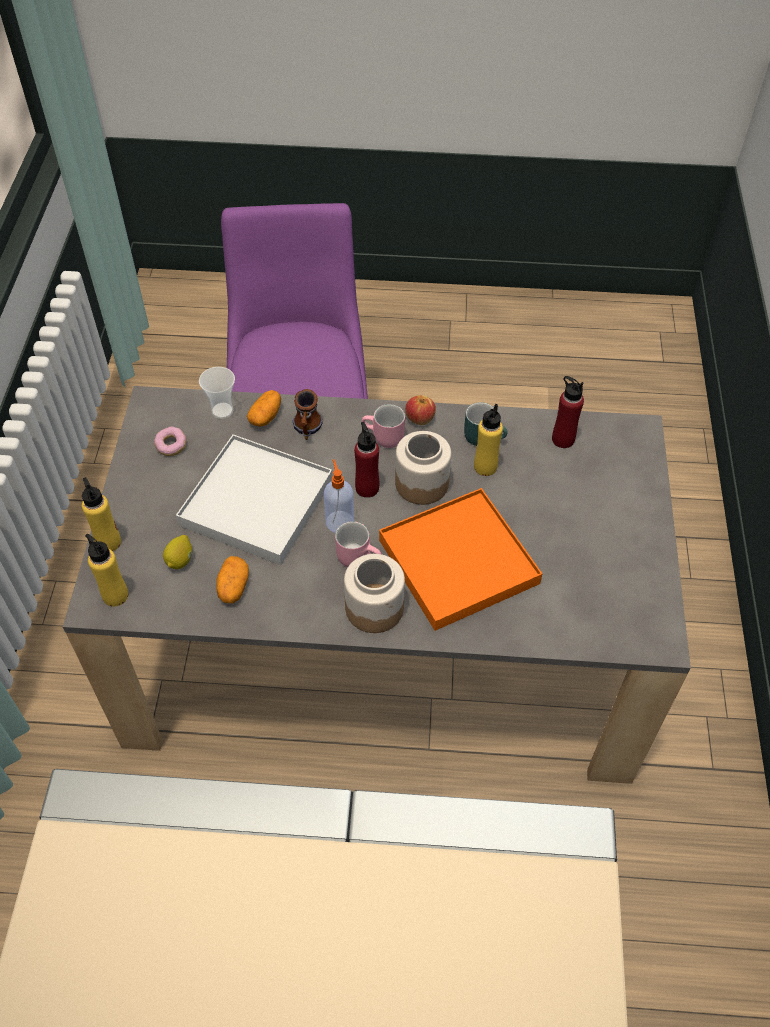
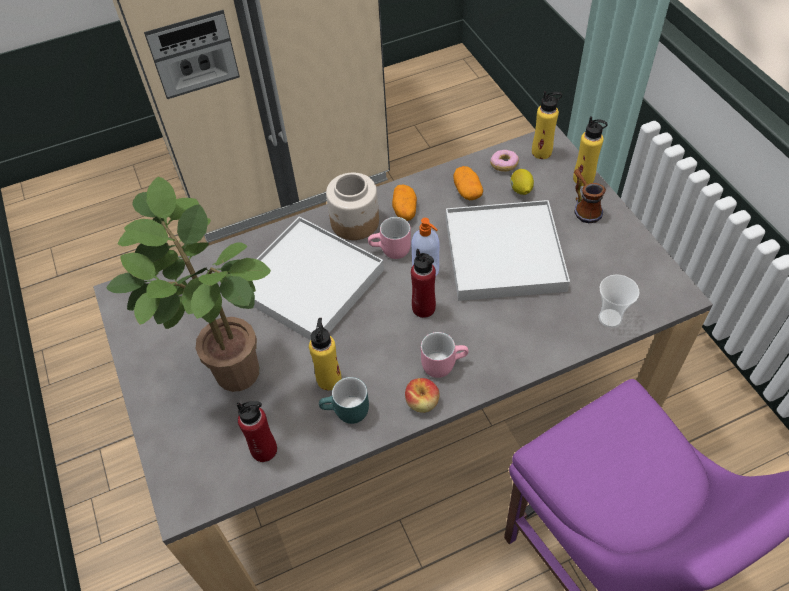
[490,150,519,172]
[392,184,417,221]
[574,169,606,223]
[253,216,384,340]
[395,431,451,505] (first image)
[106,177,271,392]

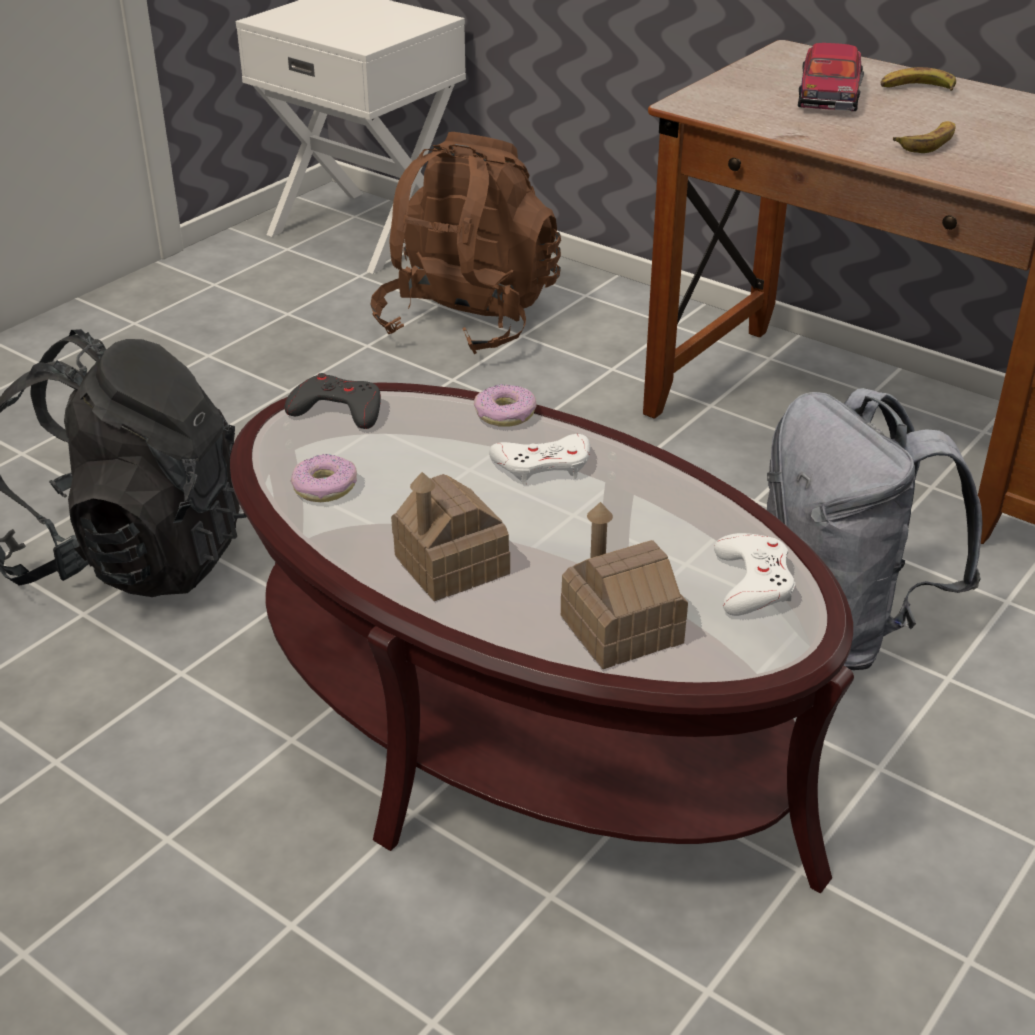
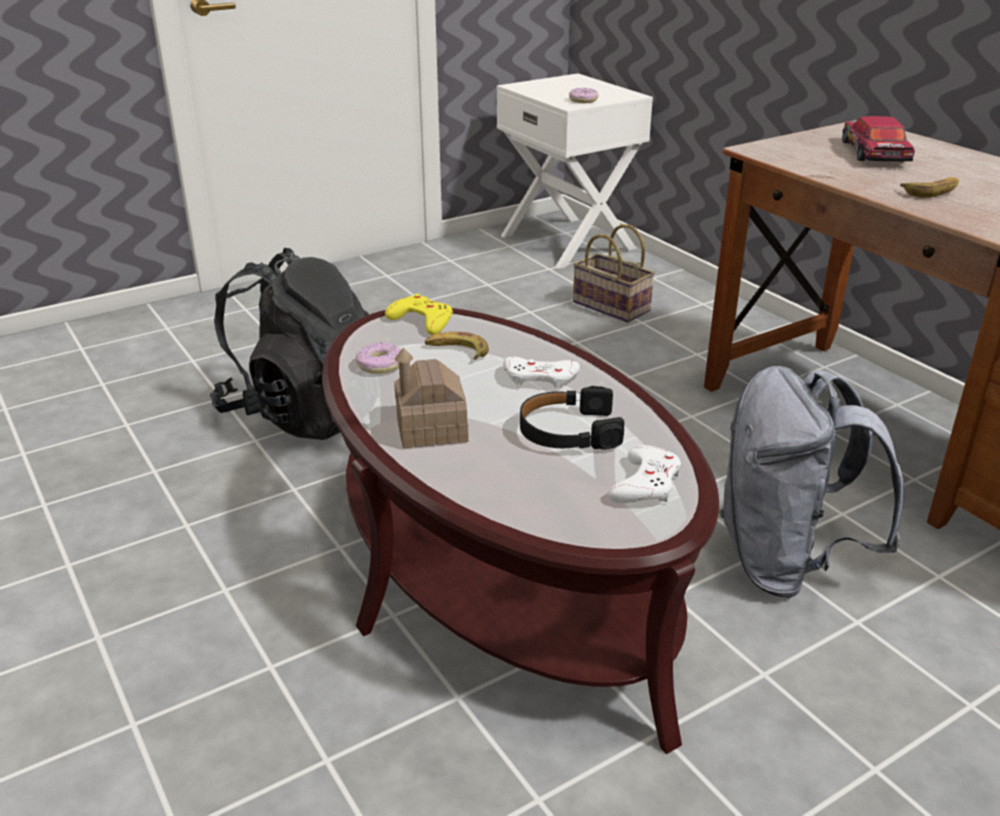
[385,294,453,335]
[573,224,655,323]
[569,88,599,103]
[561,502,688,669] (first image)
[842,116,915,162]
[425,332,489,359]
[520,386,624,450]

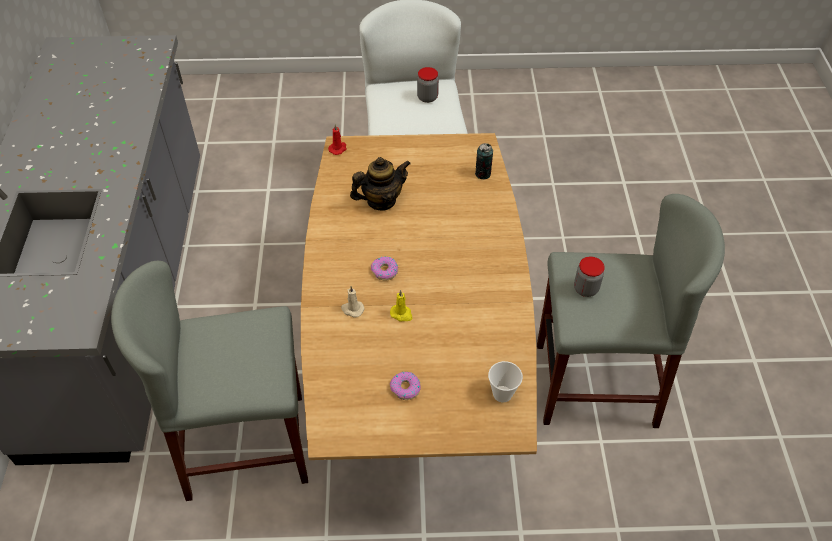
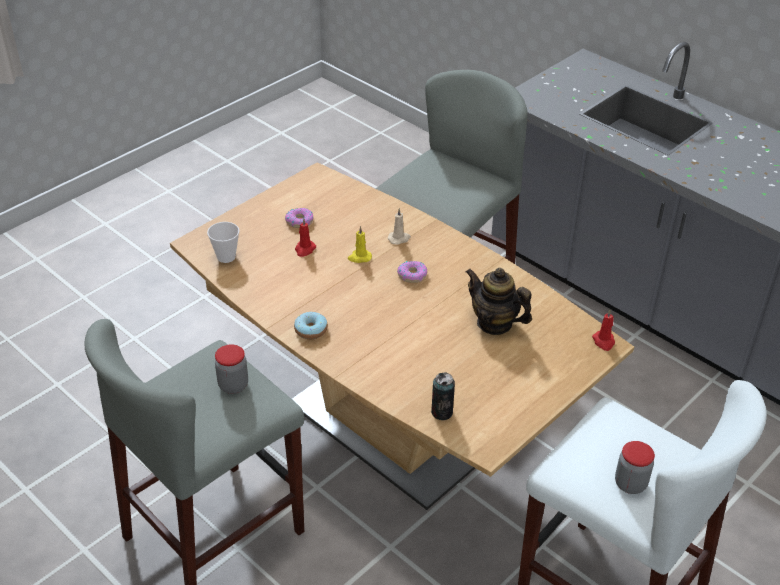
[466,268,532,335]
[294,312,328,339]
[295,218,316,257]

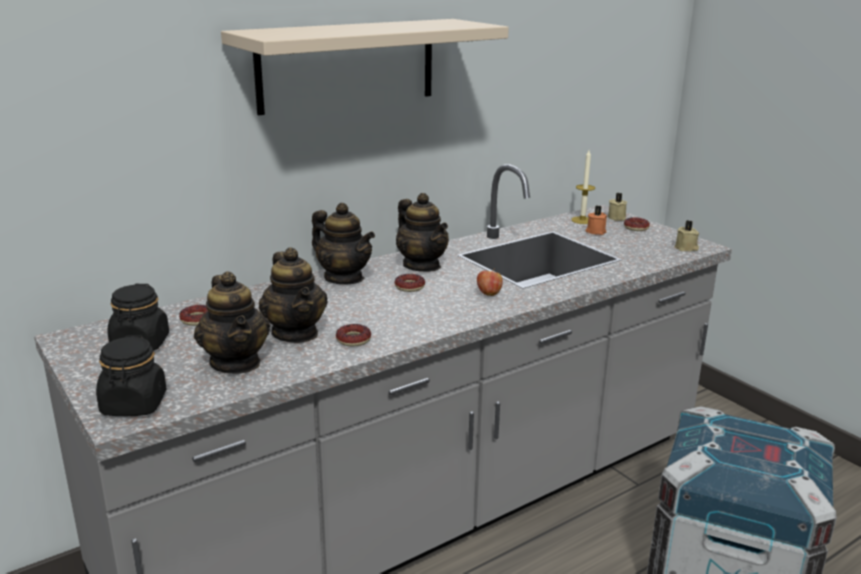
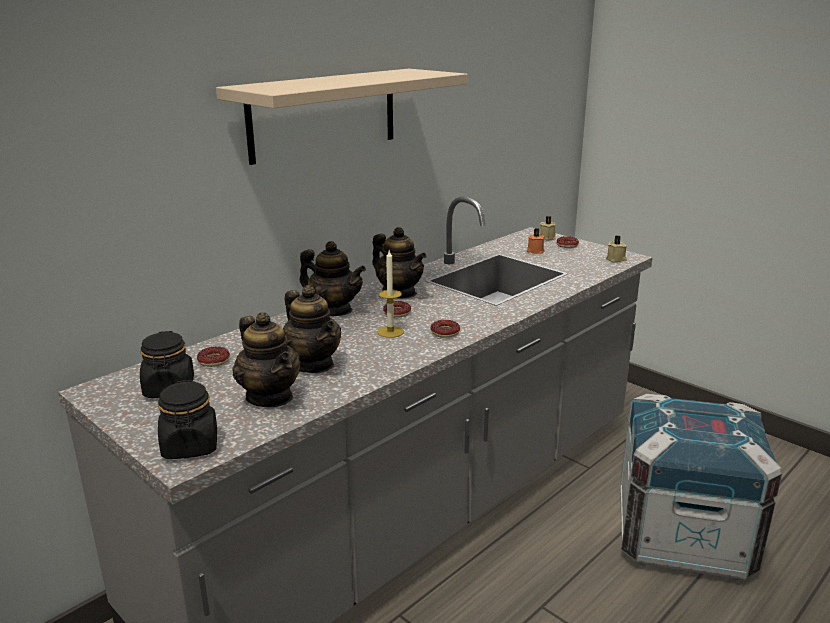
[431,320,460,338]
[477,268,503,296] (first image)
[378,250,404,338]

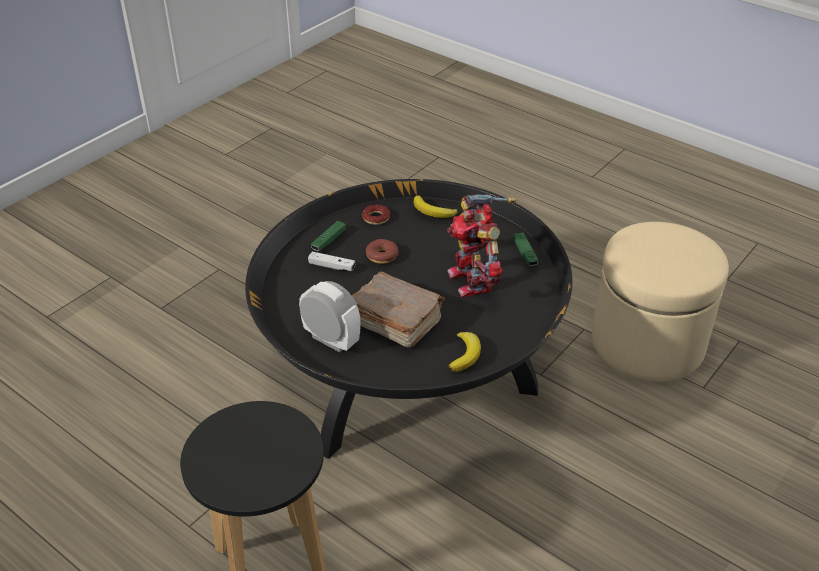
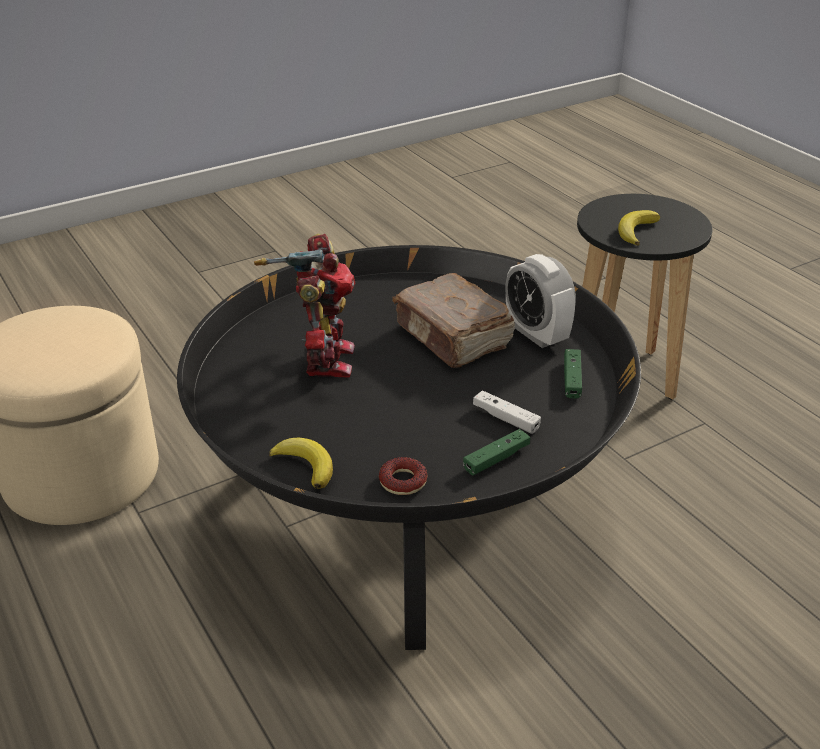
[366,239,399,264] (first image)
[618,210,660,246]
[564,349,582,399]

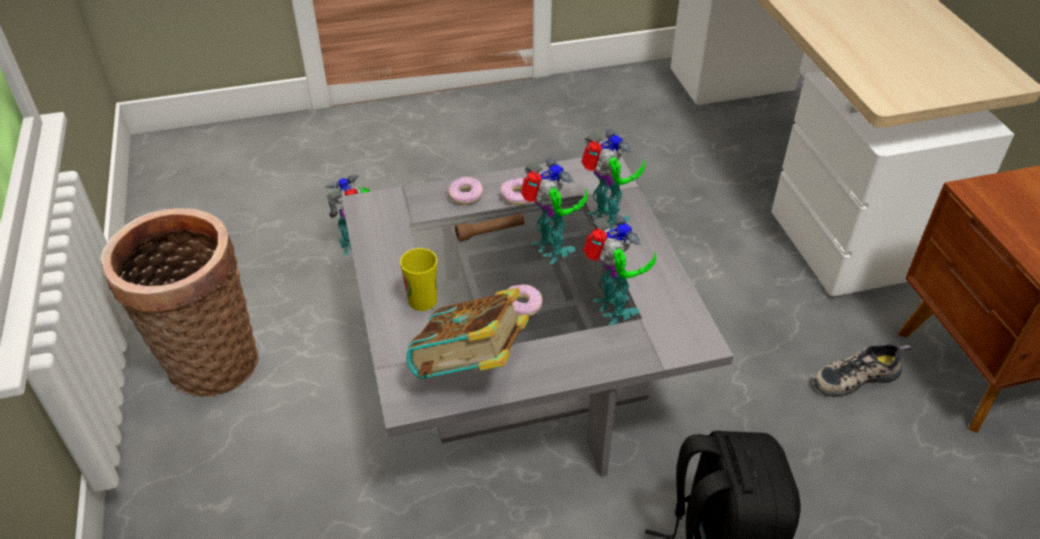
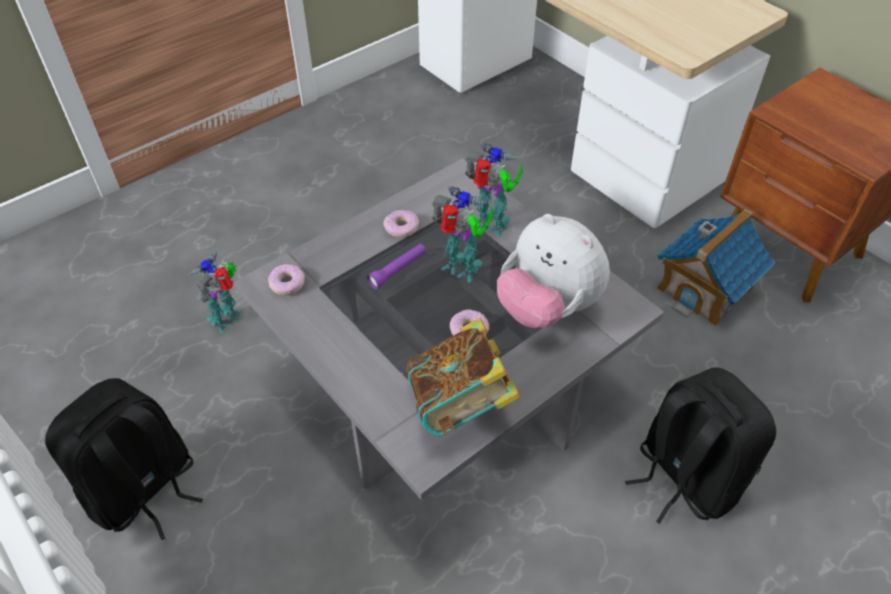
[45,378,203,540]
[400,248,437,311] (first image)
[268,264,305,295]
[367,244,426,289]
[497,214,610,328]
[656,209,775,327]

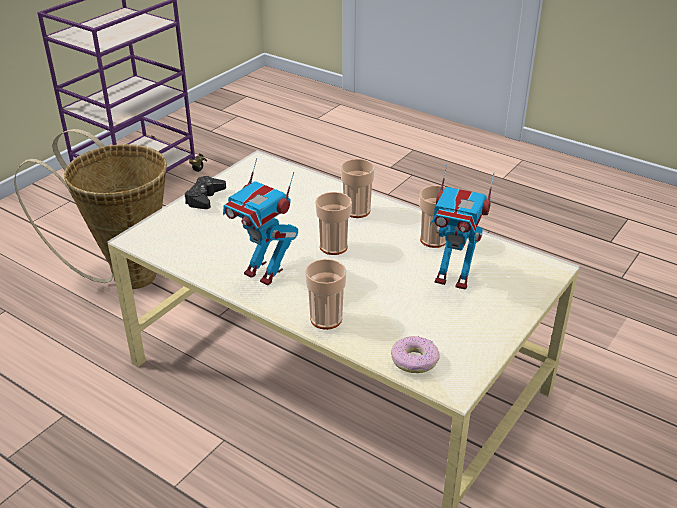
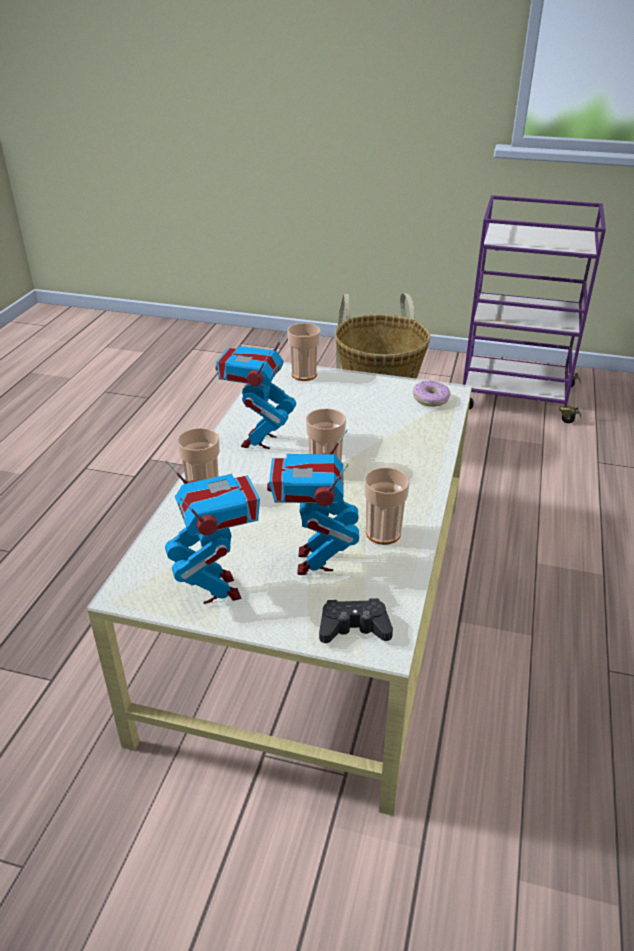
[319,598,393,643]
[287,323,320,381]
[413,381,451,407]
[165,461,260,604]

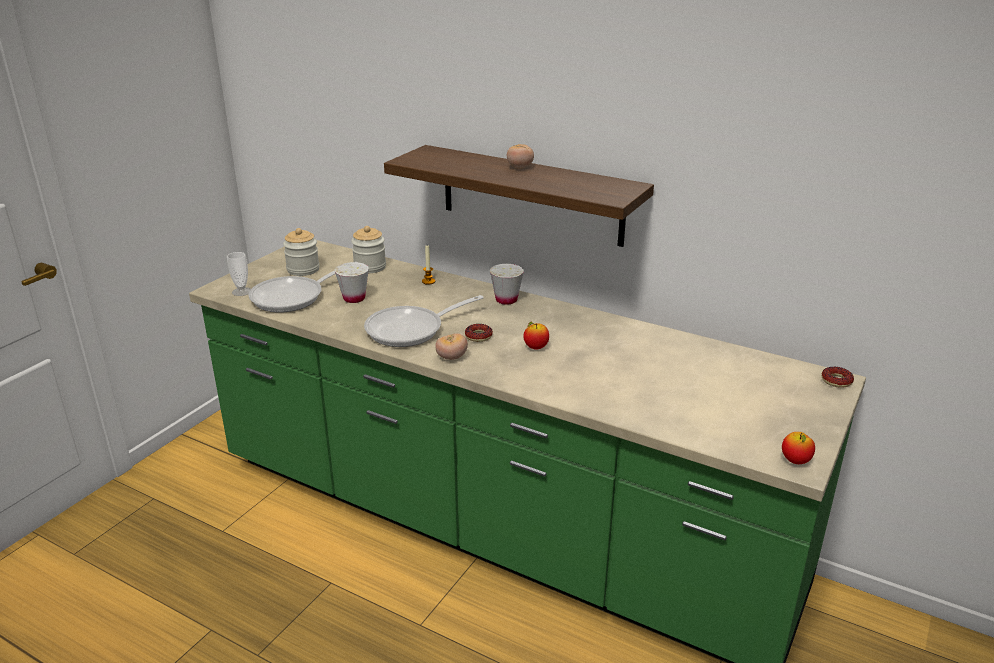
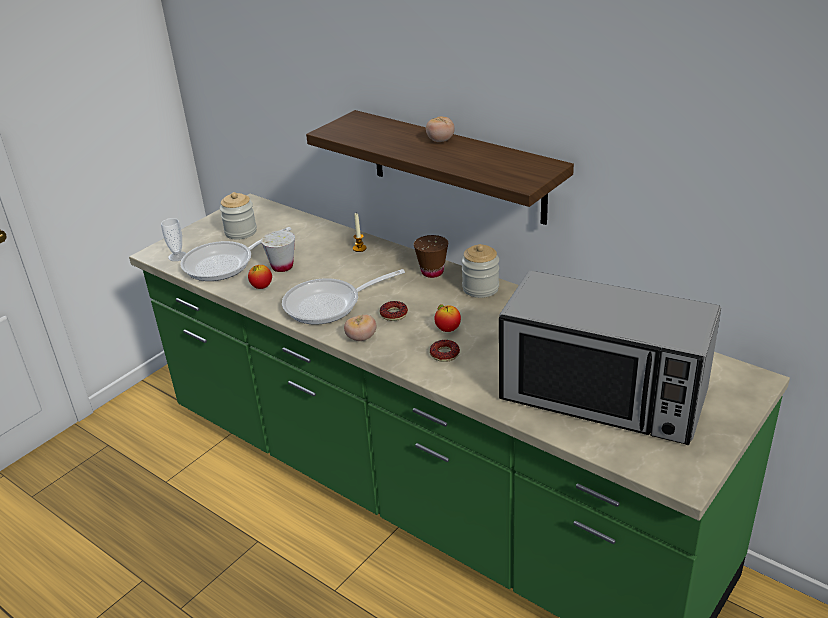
[461,244,499,298]
[414,235,448,278]
[248,265,272,289]
[430,340,460,362]
[499,271,721,445]

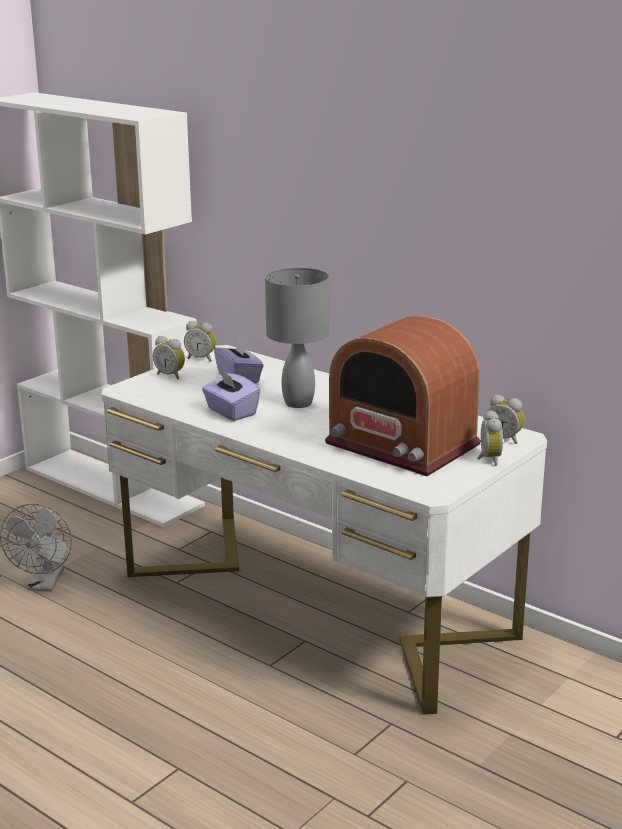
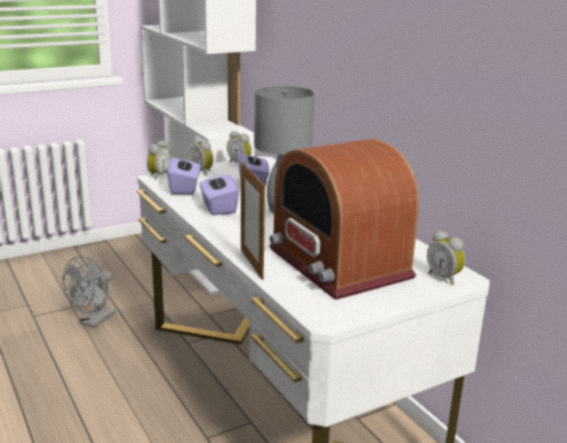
[147,140,170,180]
[167,152,200,194]
[241,162,265,280]

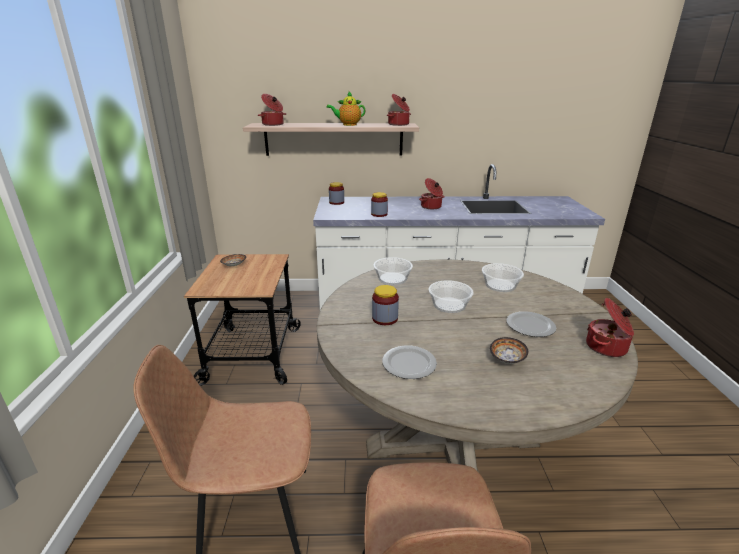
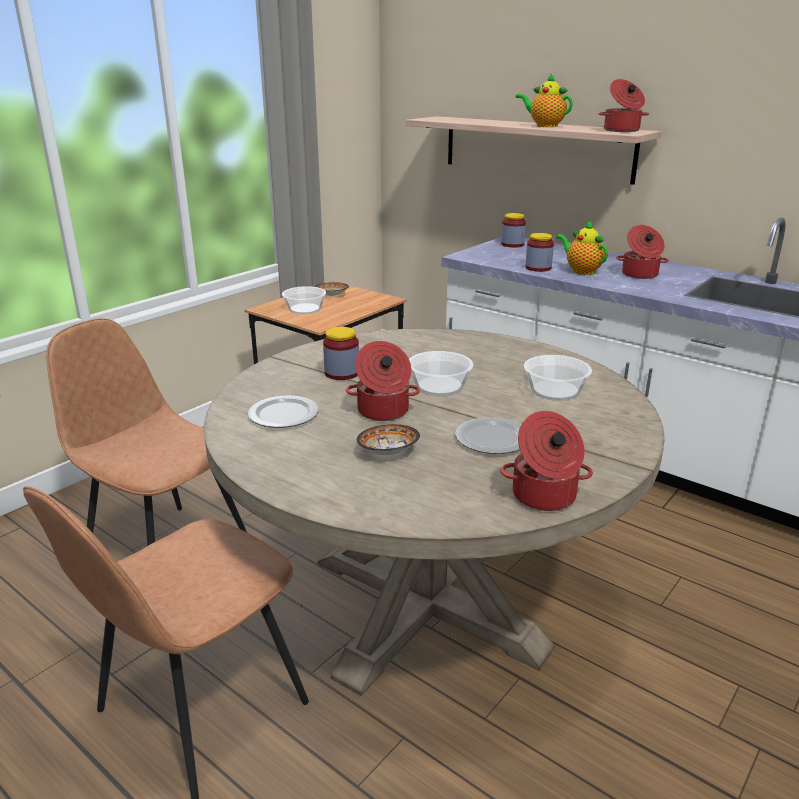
[346,341,420,421]
[282,286,326,314]
[556,220,608,275]

